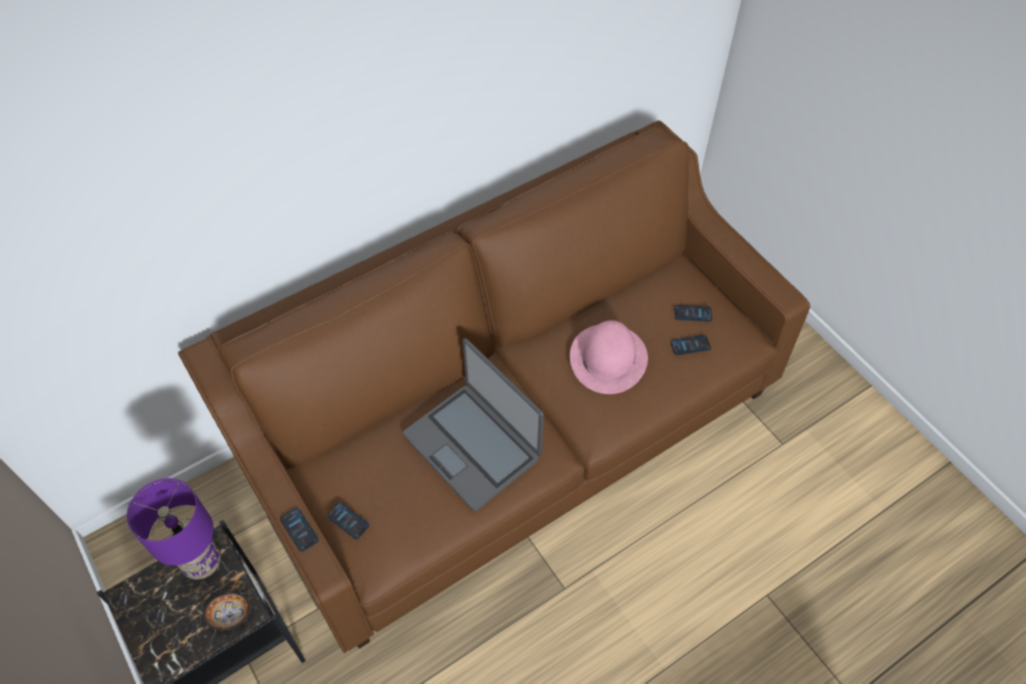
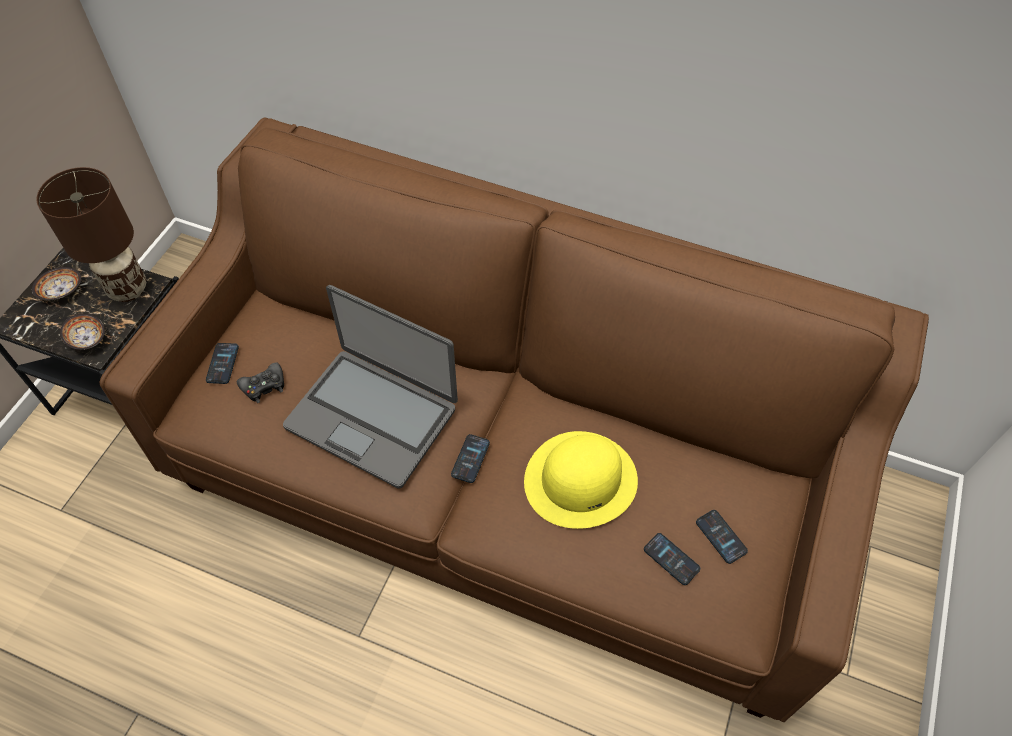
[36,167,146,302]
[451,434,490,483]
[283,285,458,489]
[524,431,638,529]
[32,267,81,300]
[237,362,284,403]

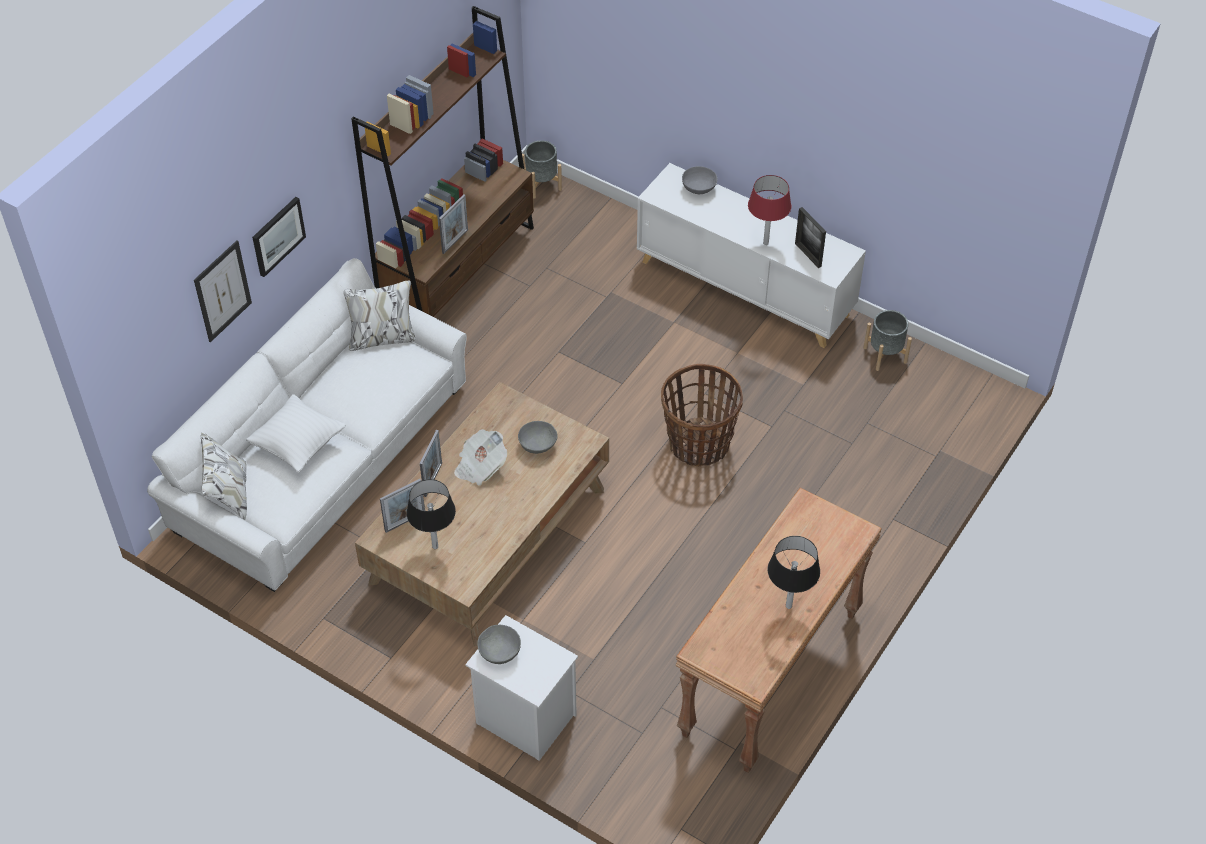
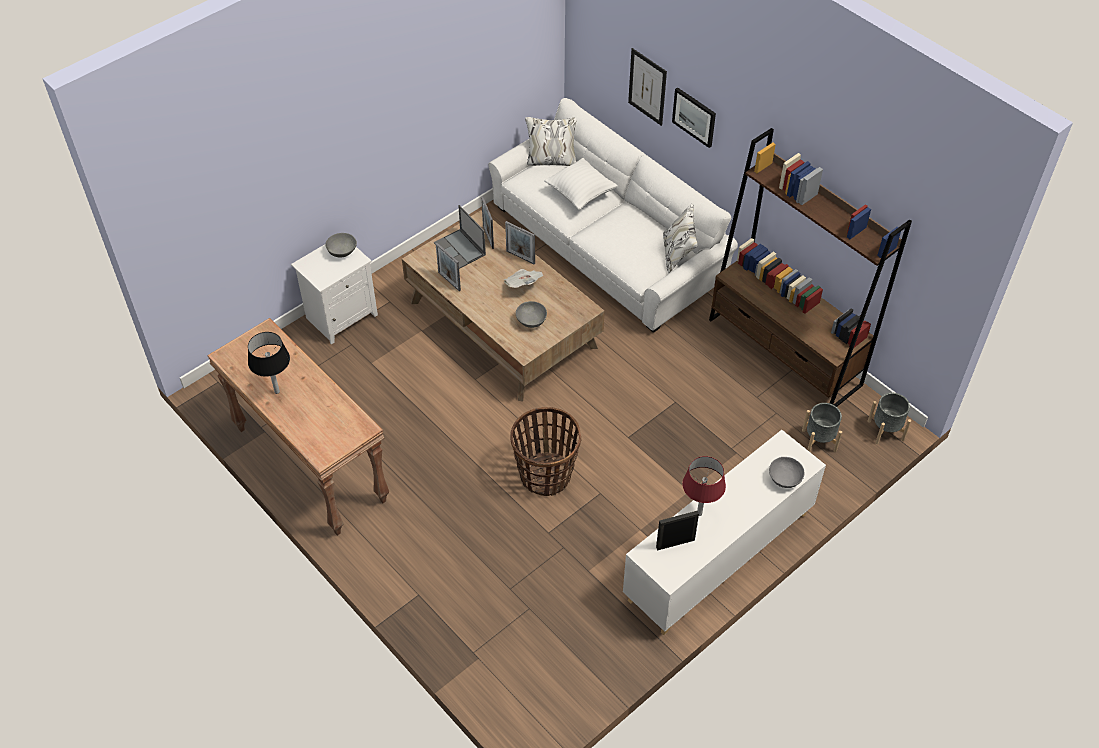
[434,205,486,269]
[436,243,461,292]
[802,403,842,452]

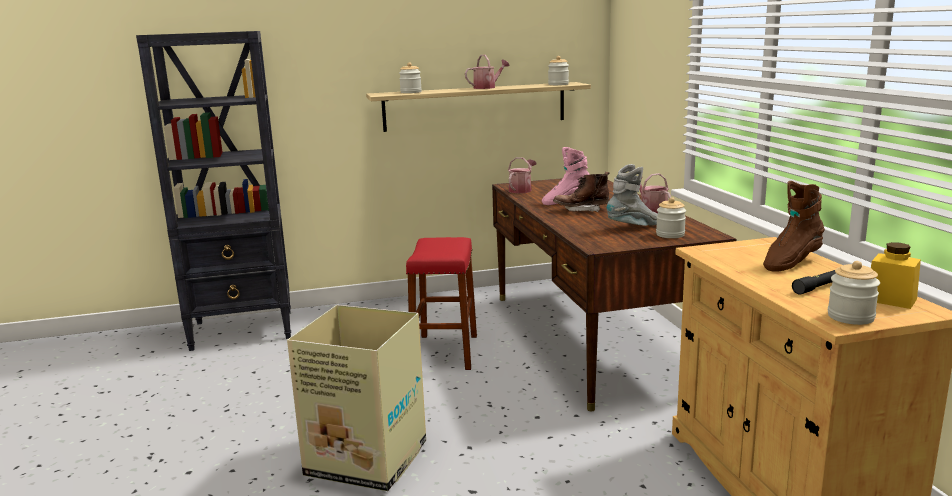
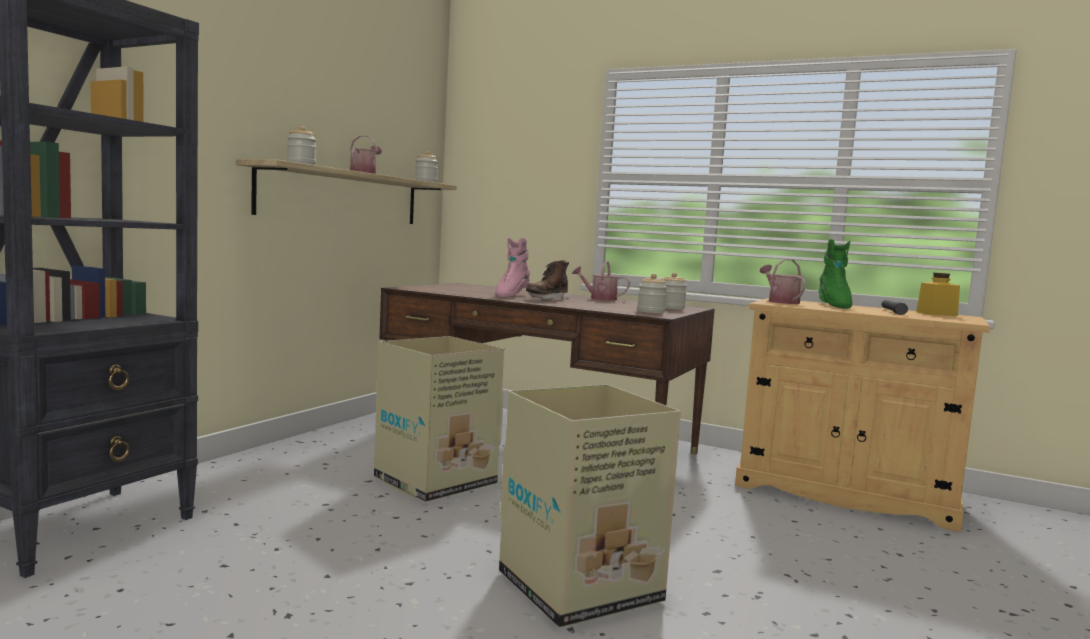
[374,336,504,502]
[760,259,806,304]
[607,164,658,226] (first image)
[818,239,852,309]
[637,274,667,313]

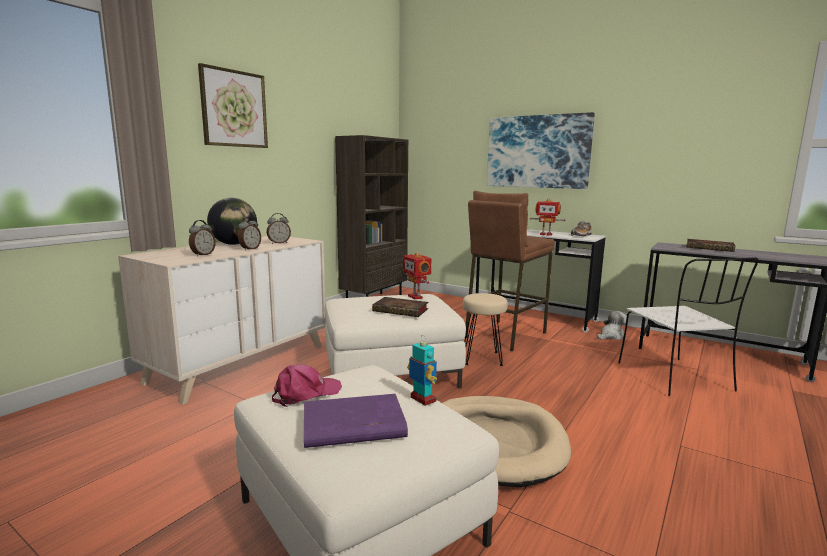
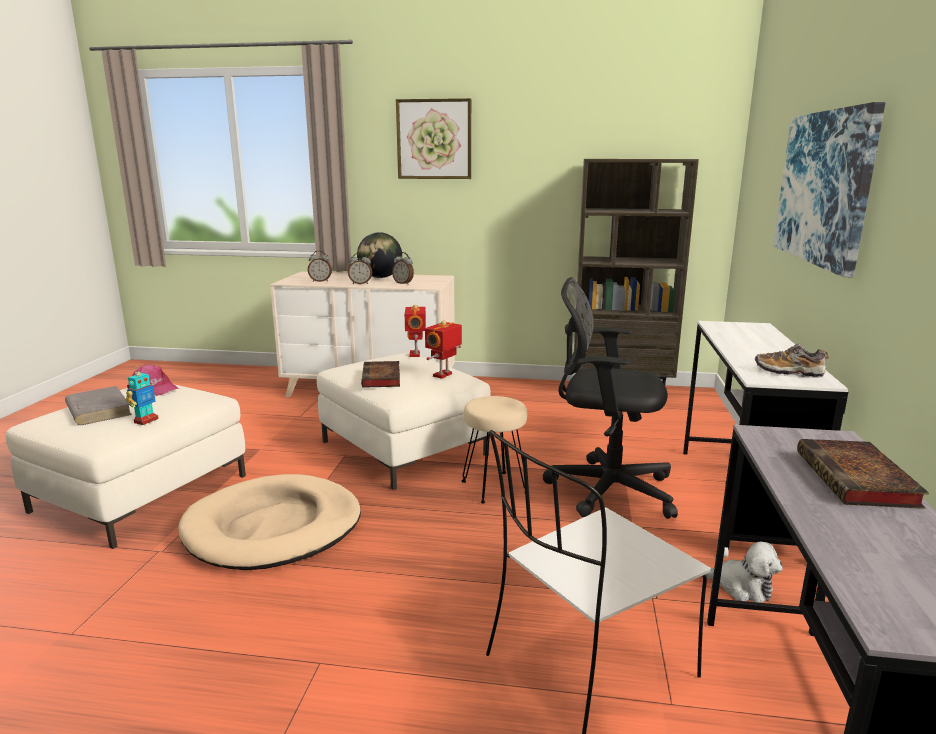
[65,386,132,425]
[542,277,678,519]
[404,305,426,357]

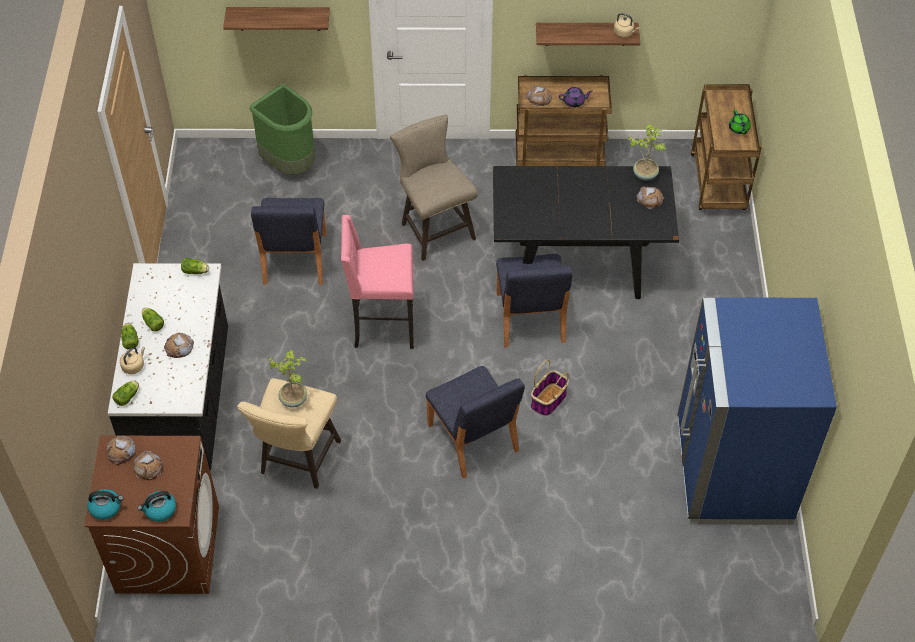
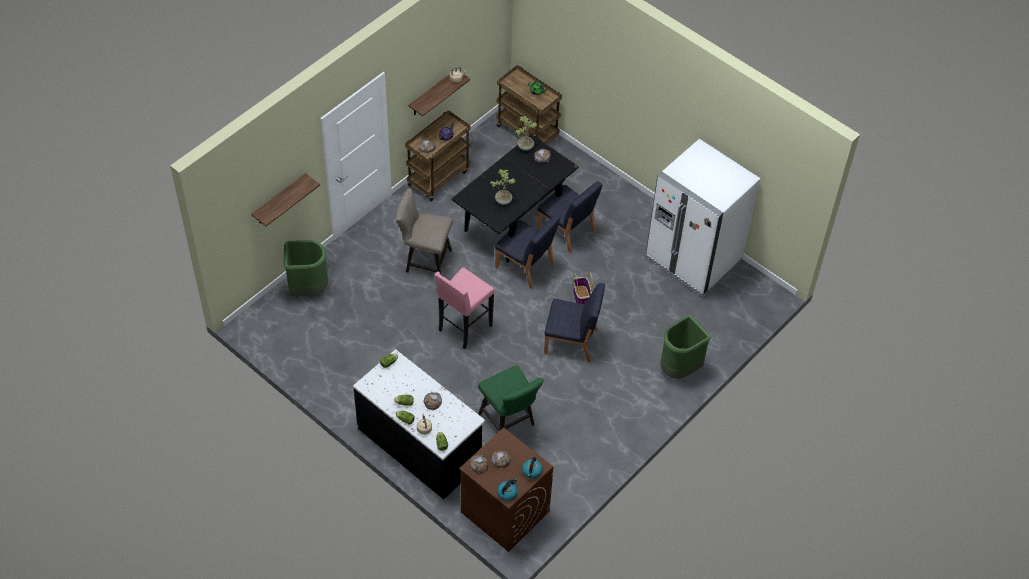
[478,365,544,431]
[537,181,602,253]
[490,169,515,205]
[646,139,761,297]
[660,315,711,379]

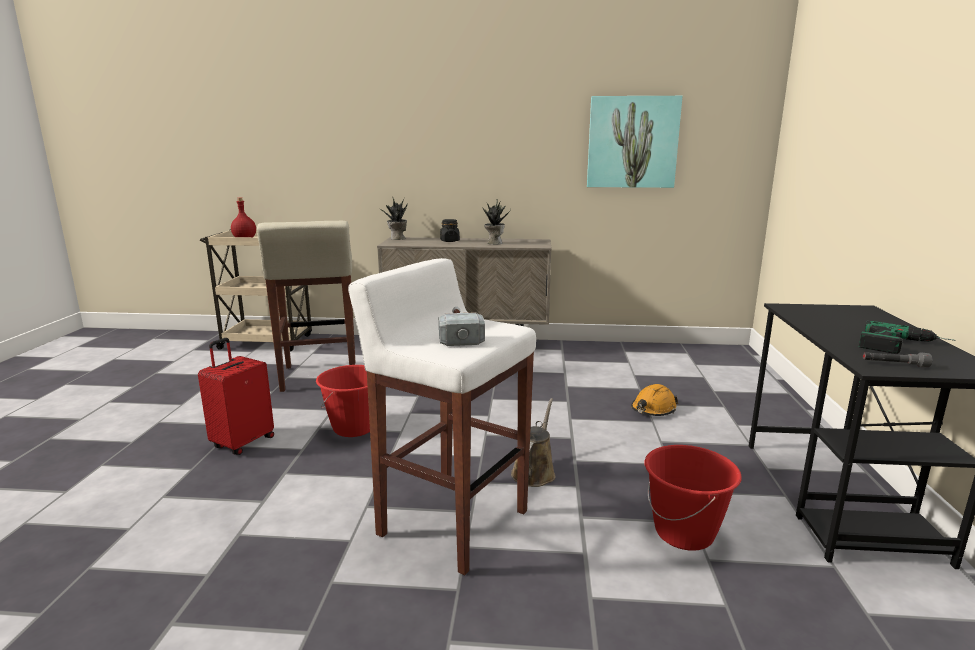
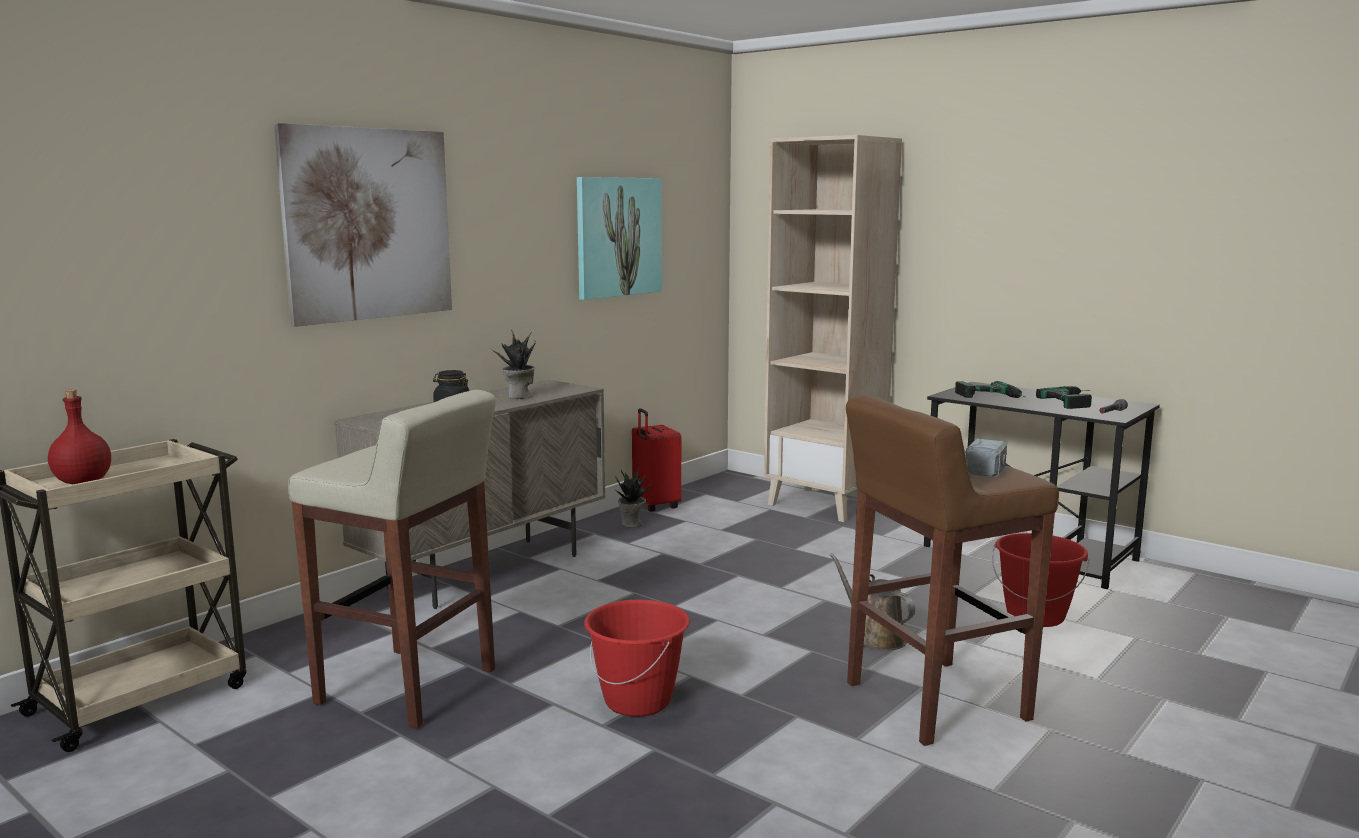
[632,408,681,512]
[846,395,1059,746]
[614,467,653,528]
[631,384,678,416] (first image)
[274,123,452,327]
[764,135,902,522]
[955,381,1025,398]

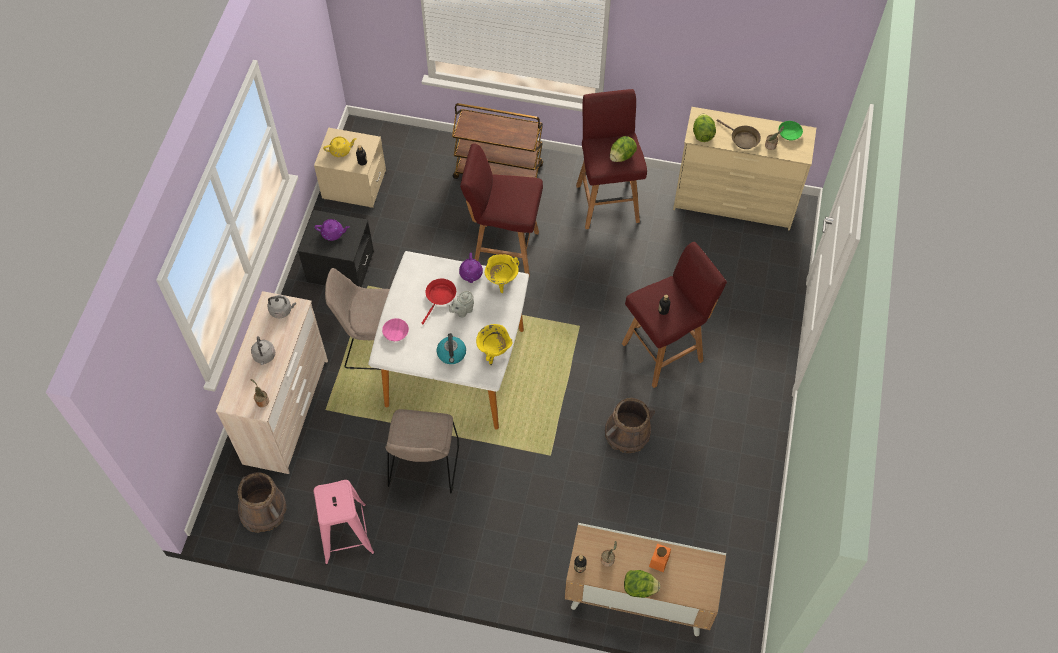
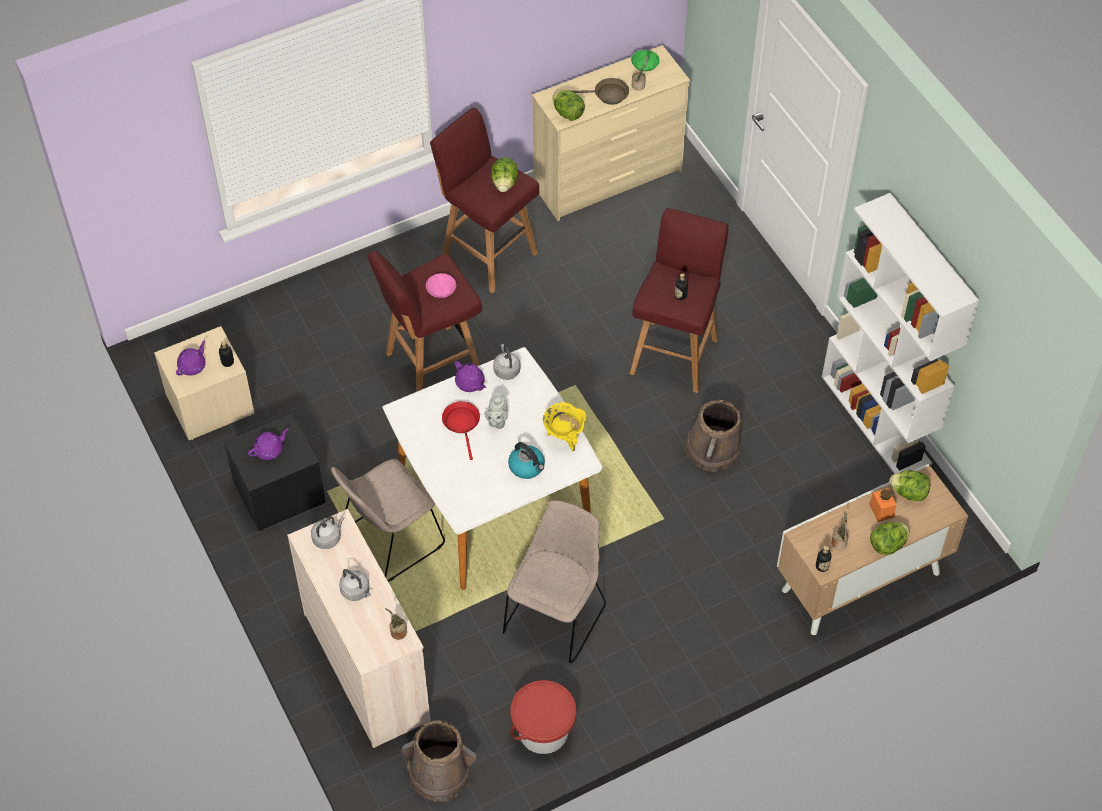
[510,680,576,754]
[176,340,206,376]
[426,273,456,298]
[503,500,606,663]
[452,103,543,179] (first image)
[493,344,520,380]
[822,193,979,474]
[889,470,930,501]

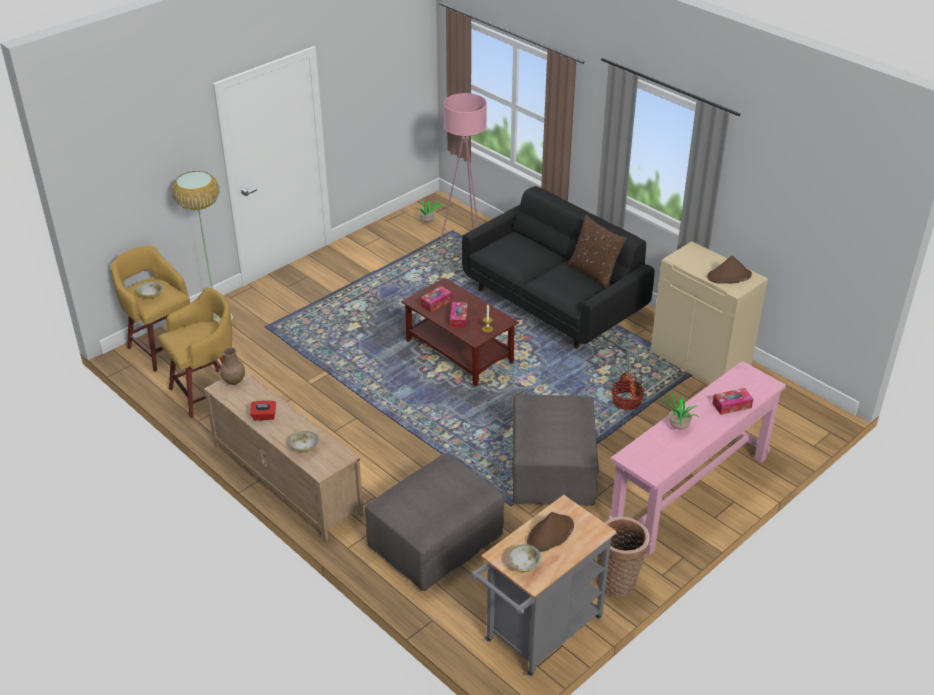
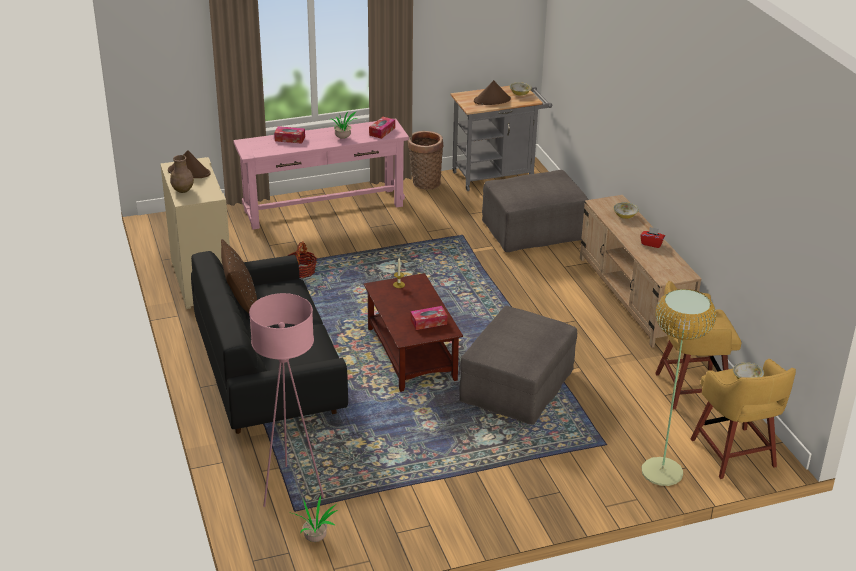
[170,155,194,193]
[369,117,395,139]
[459,306,577,425]

